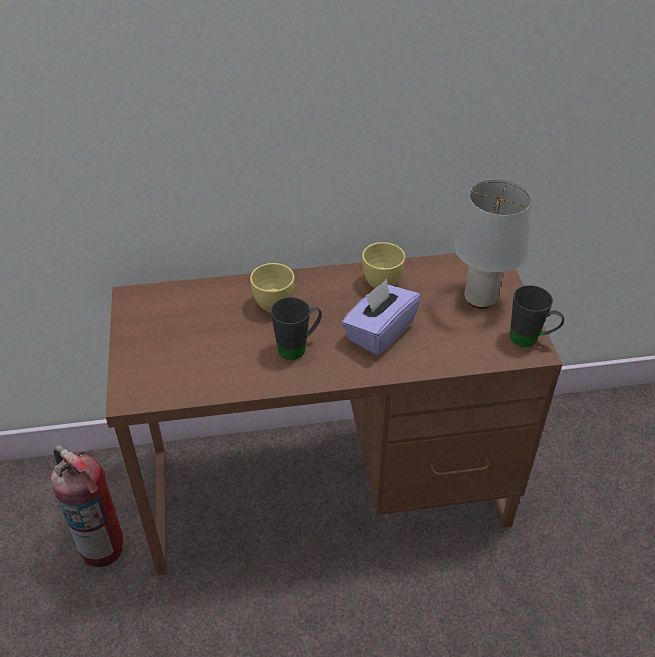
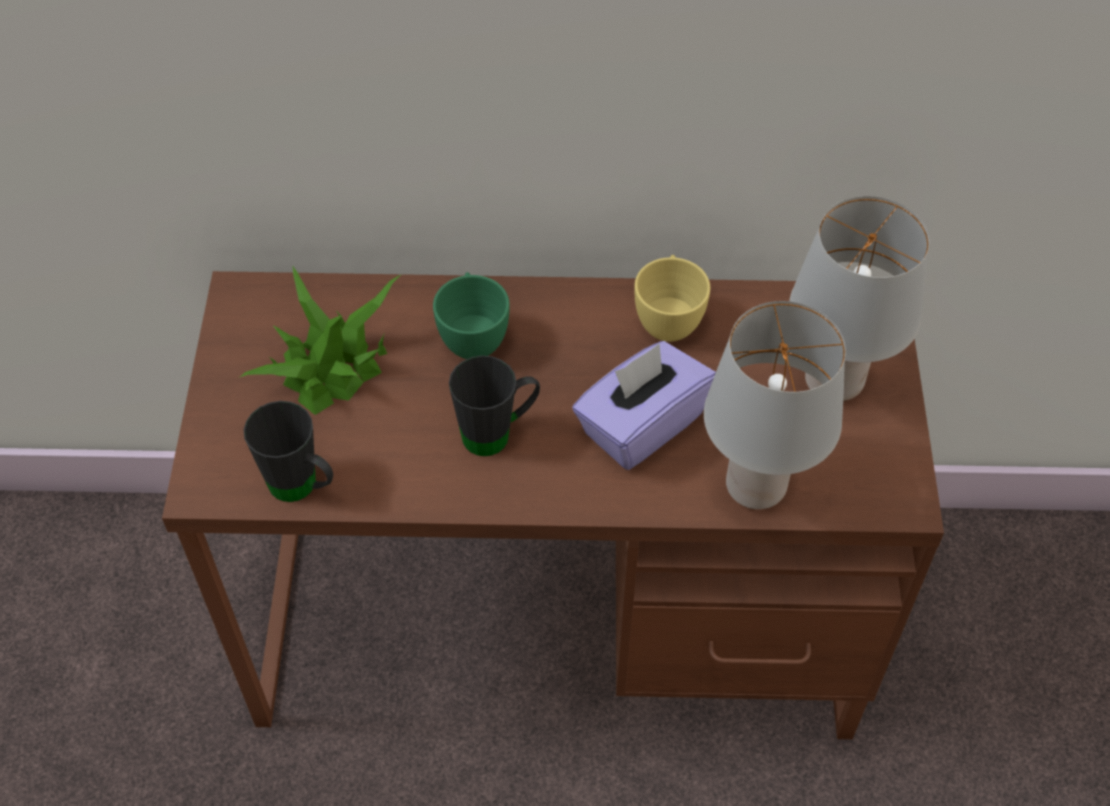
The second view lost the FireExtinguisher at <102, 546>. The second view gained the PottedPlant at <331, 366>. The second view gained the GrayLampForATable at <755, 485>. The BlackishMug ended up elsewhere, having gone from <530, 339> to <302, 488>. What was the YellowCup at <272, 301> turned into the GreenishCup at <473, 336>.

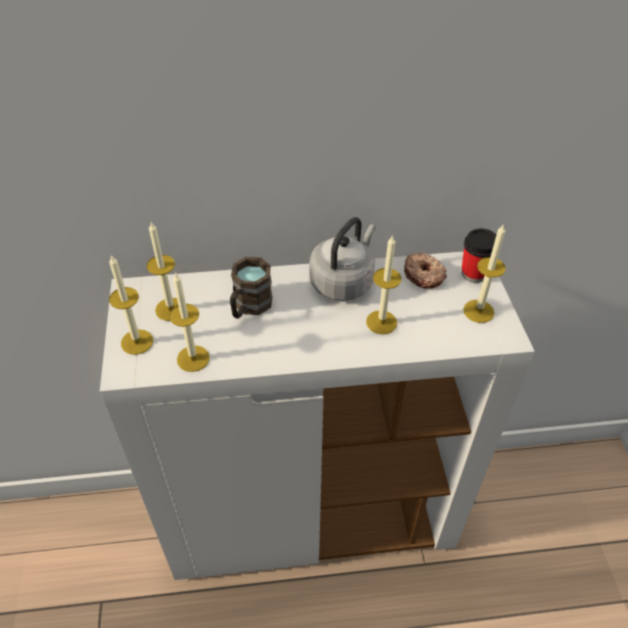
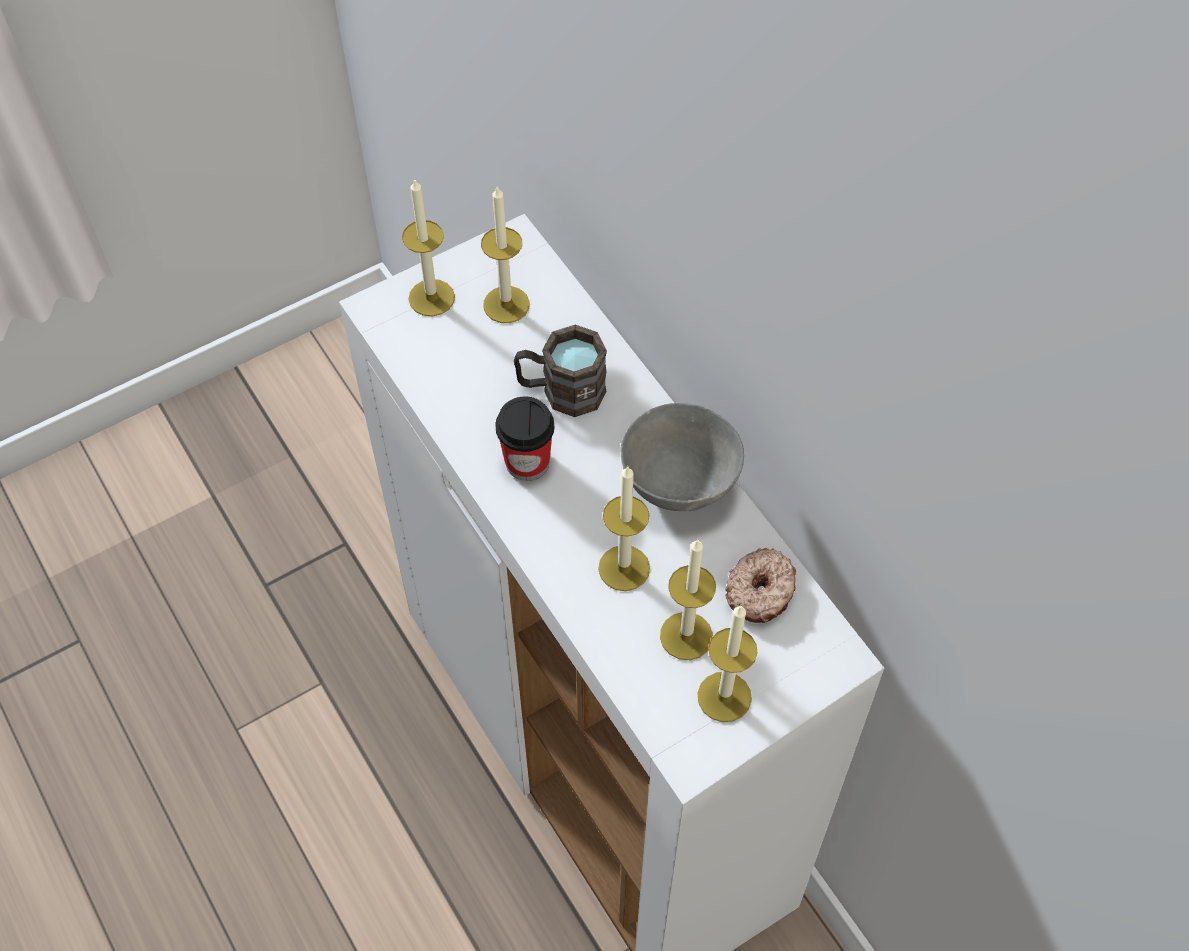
The WaxCandle ended up elsewhere, having gone from <193, 358> to <686, 636>. The Cup ended up elsewhere, having gone from <474, 273> to <527, 462>. Where the GrayWaterKettle stood at <343, 281>, the GrayDeepDish came to stand at <680, 486>.

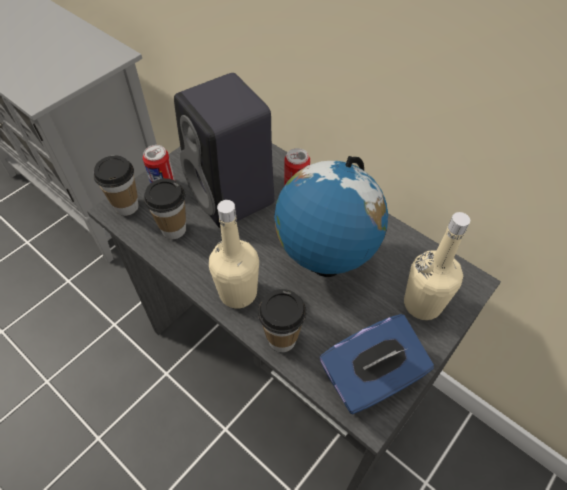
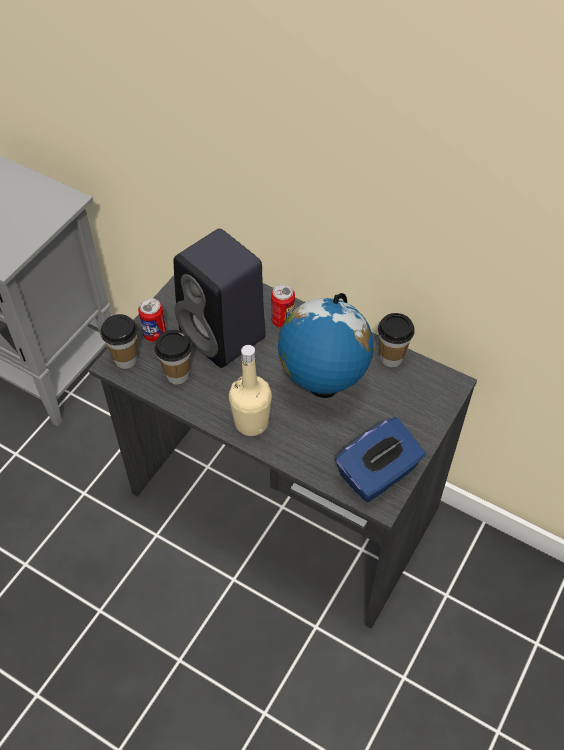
The second view lost the BeigeBottle at <422, 304>. The Cup ended up elsewhere, having gone from <282, 339> to <391, 358>.

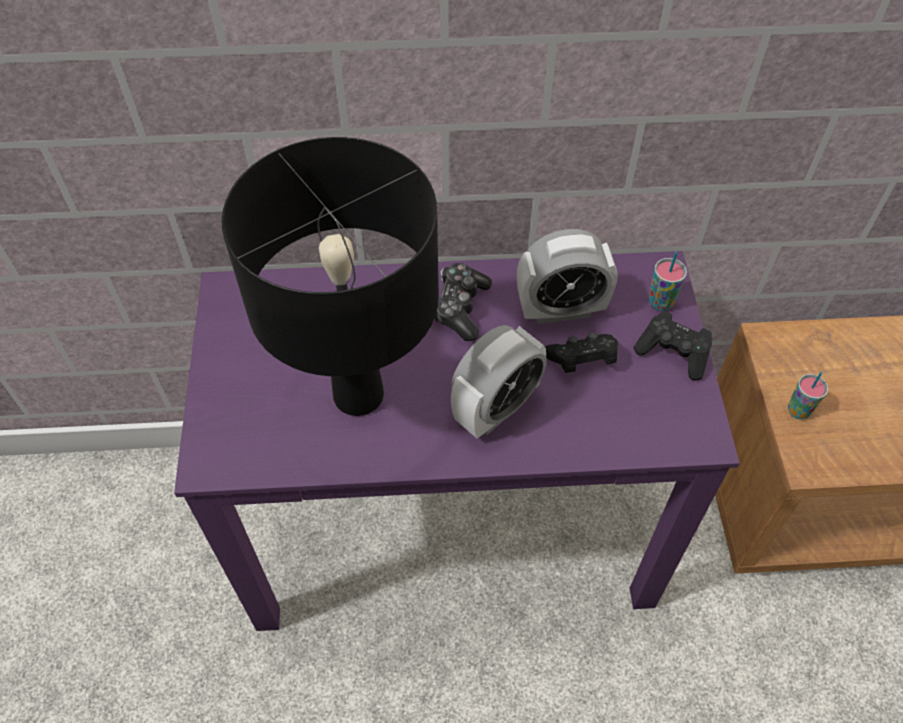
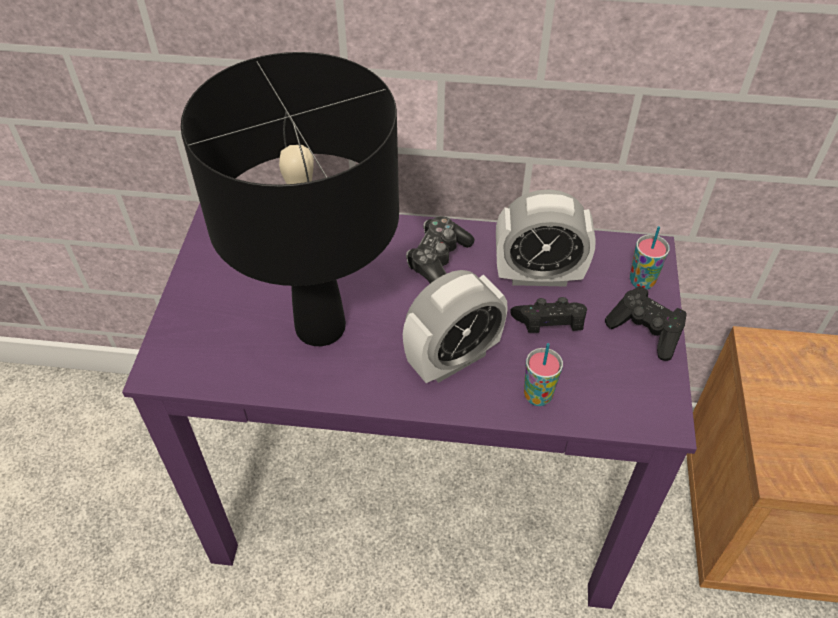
The Cup ended up elsewhere, having gone from <798, 411> to <537, 396>.

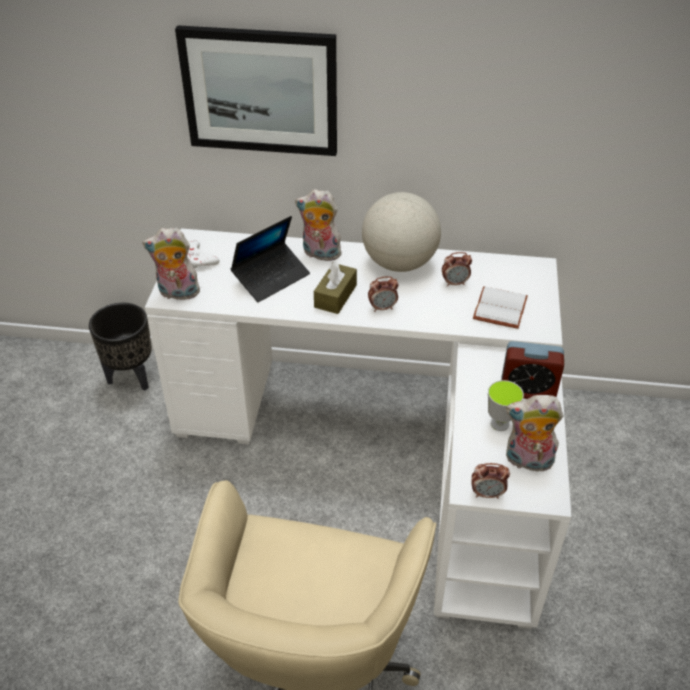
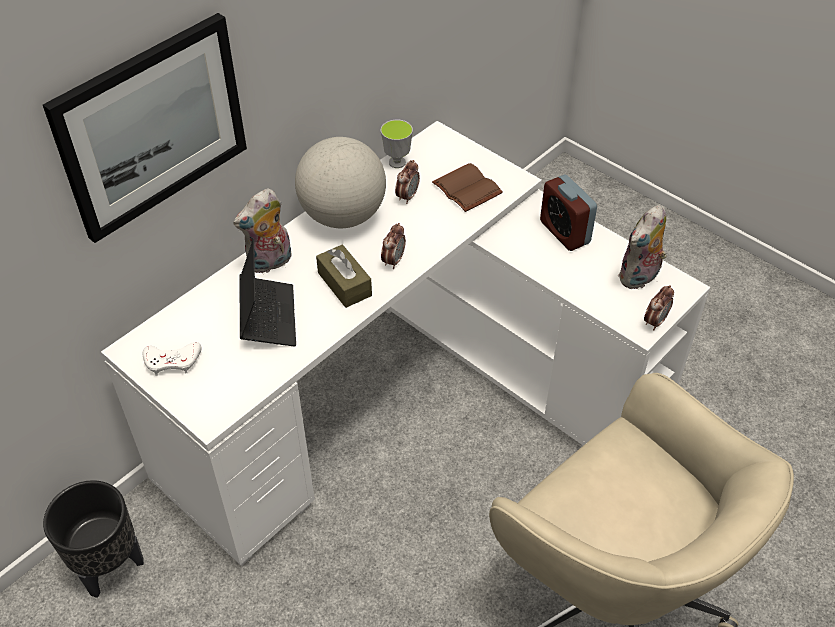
The second view lost the CuddlyToy at <177, 293>. The Cup ended up elsewhere, having gone from <499, 424> to <397, 162>. What was the WhiteVolume at <498, 307> turned into the BrownColouredVolume at <465, 189>. The TableClock at <527, 390> ended up facing another way, 105 degrees clockwise from before.

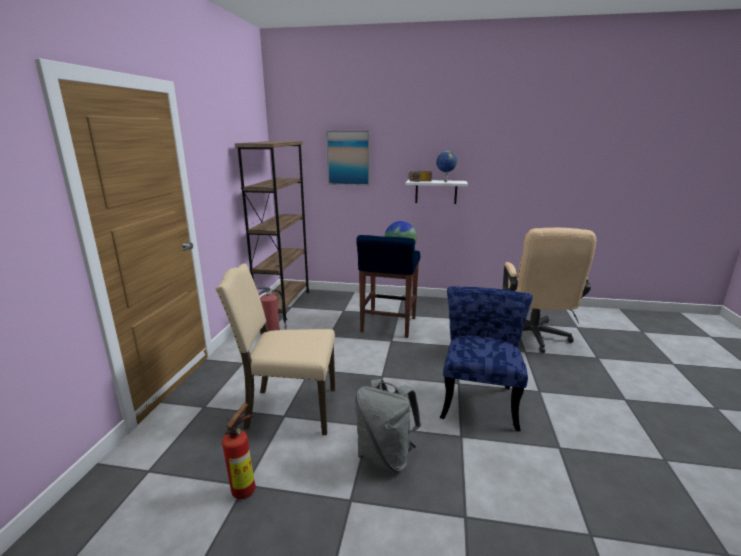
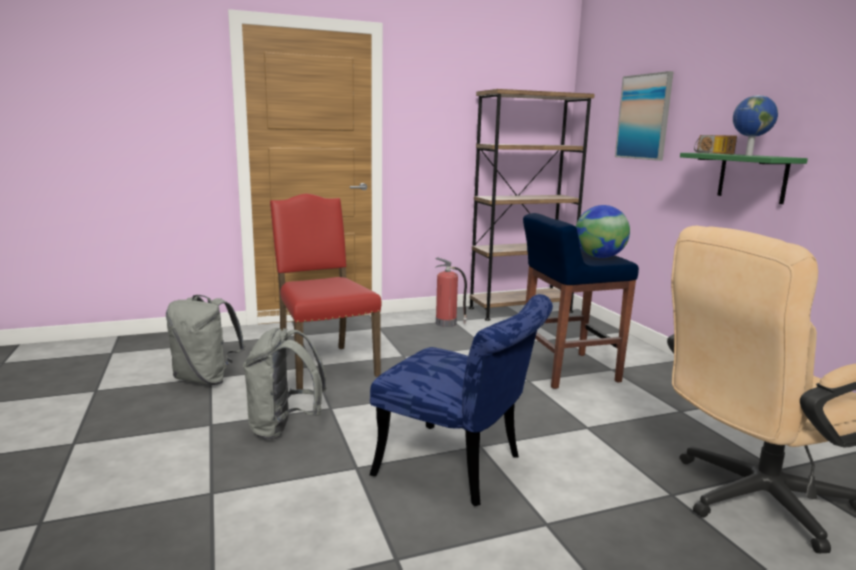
Where the FireExtinguisher stood at <246, 488>, the GrayBackpack came to stand at <206, 379>. What was the BeigeUprightChair at <289, 409> turned into the ReddishUprightChair at <324, 365>. What was the WhiteShelf at <436, 191> turned into the GreenishShelf at <752, 177>. The BluishUprightChair at <479, 398> ended up facing another way, 45 degrees clockwise from before.

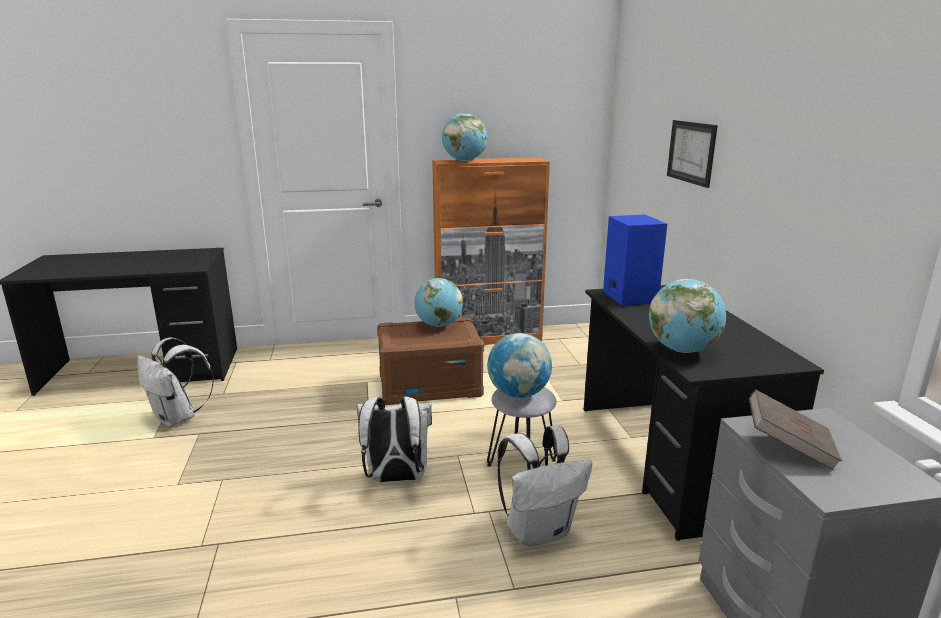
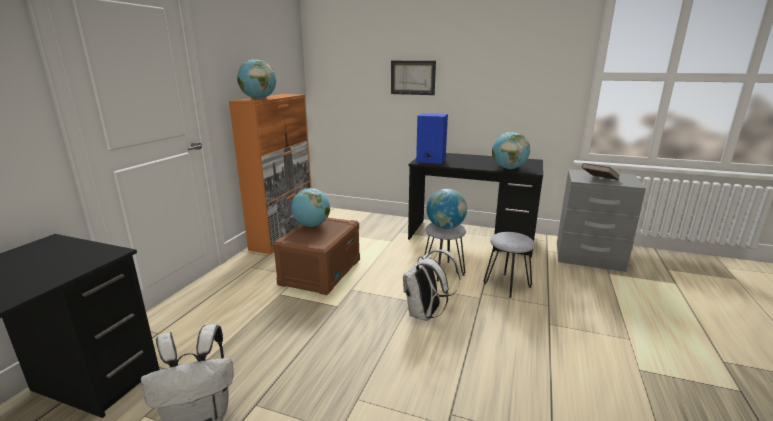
Where the WhiteBackpack stood at <539, 530>, the GrayStoolSeat came to stand at <507, 285>.

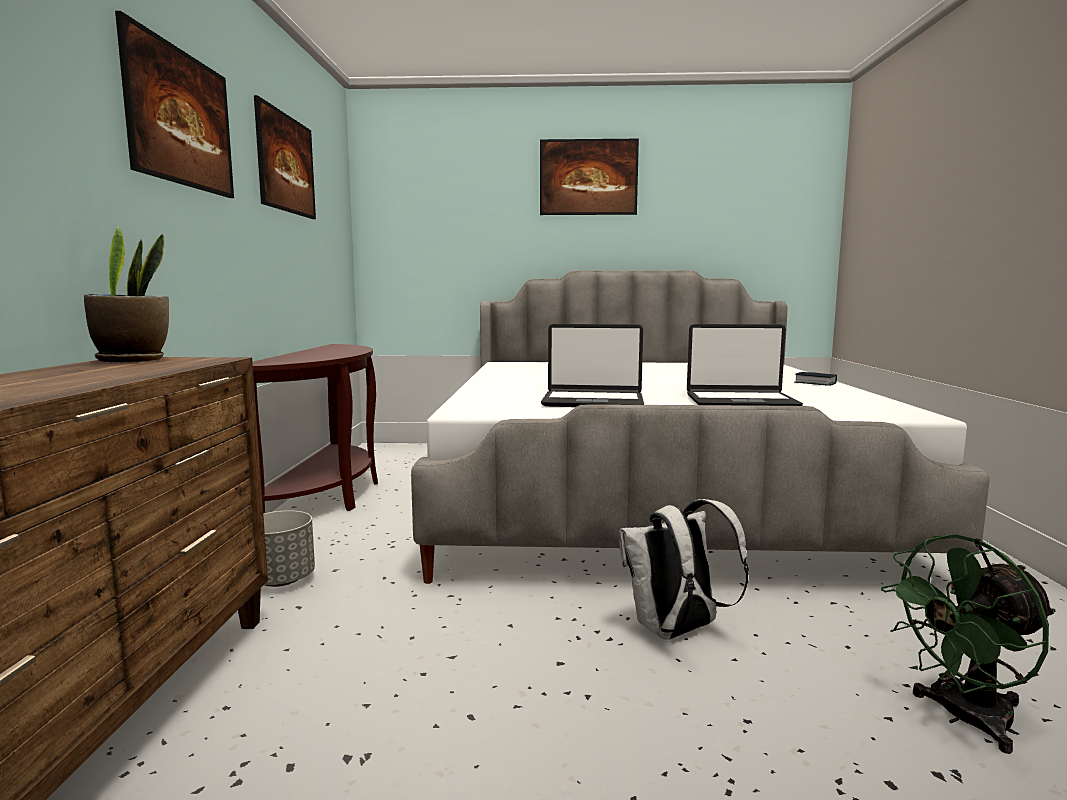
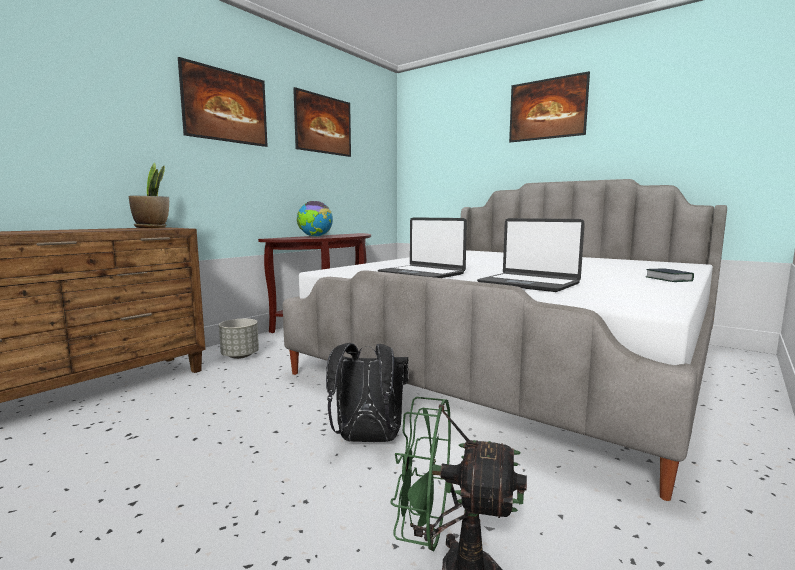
The second view gained the WorldGlobe at <315, 236>. What was the WhiteBackpack at <676, 631> turned into the BlackishBackpack at <367, 440>.

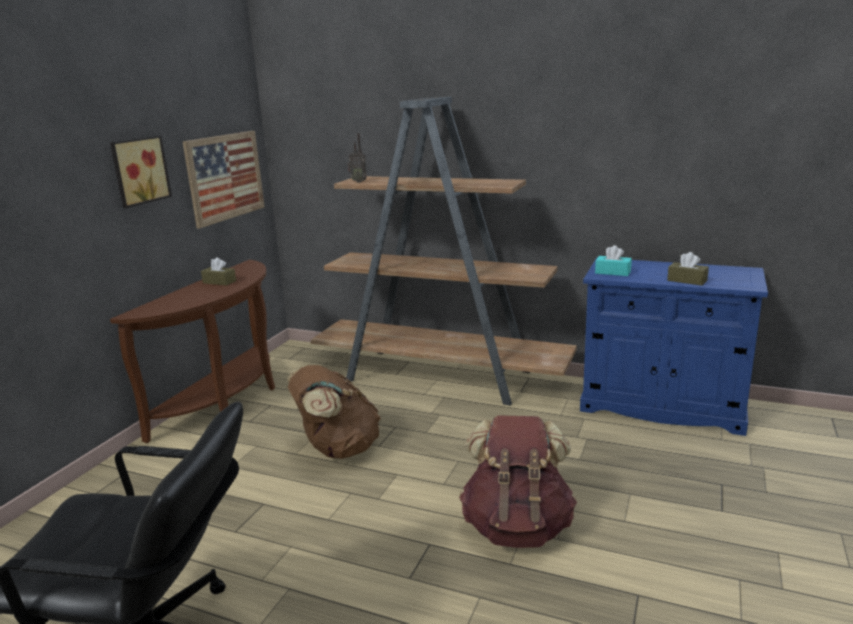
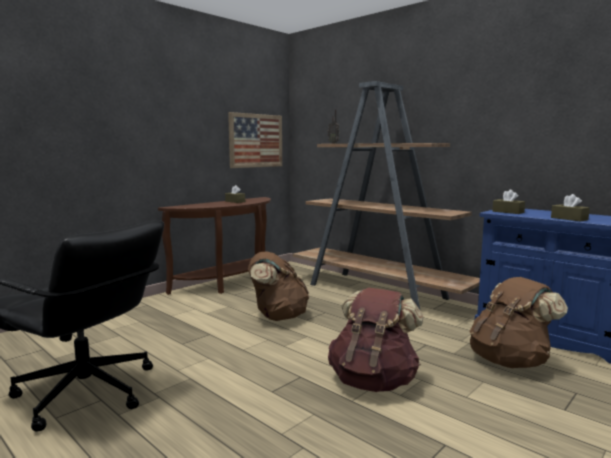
The second view lost the Picture at <139, 171>. The second view gained the BrownColouredBackpack at <510, 361>. What was the TurquoiseColouredBoxOfTissues at <612, 272> turned into the BrownColouredBoxOfTissues at <508, 212>.

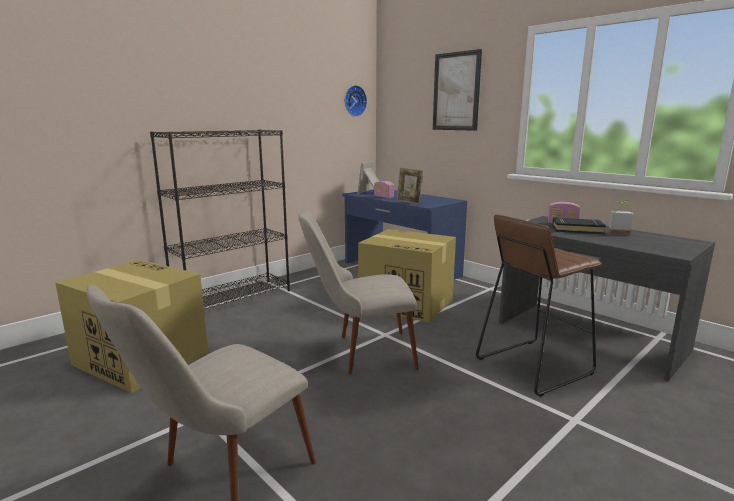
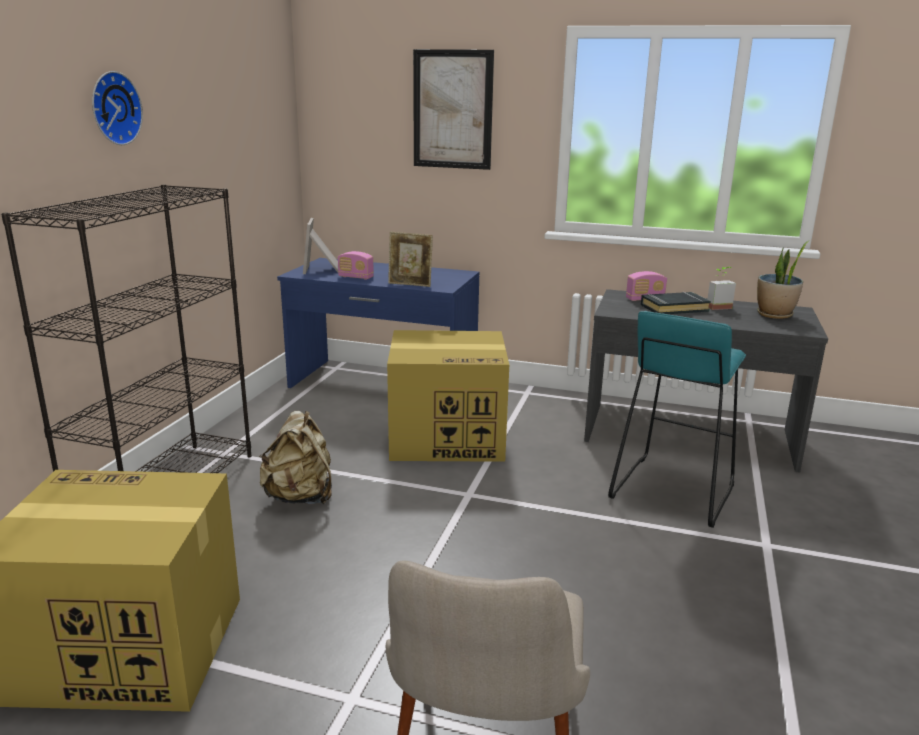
The second view lost the BeigeUprightChair at <360, 353>. The second view gained the BeigeBackpack at <300, 497>. The second view gained the PottedPlant at <774, 315>. The HangingClock ended up elsewhere, having gone from <354, 101> to <113, 108>. What was the BrownColouredStoolSeat at <532, 366> turned into the TurquoiseColouredStoolSeat at <671, 491>.

